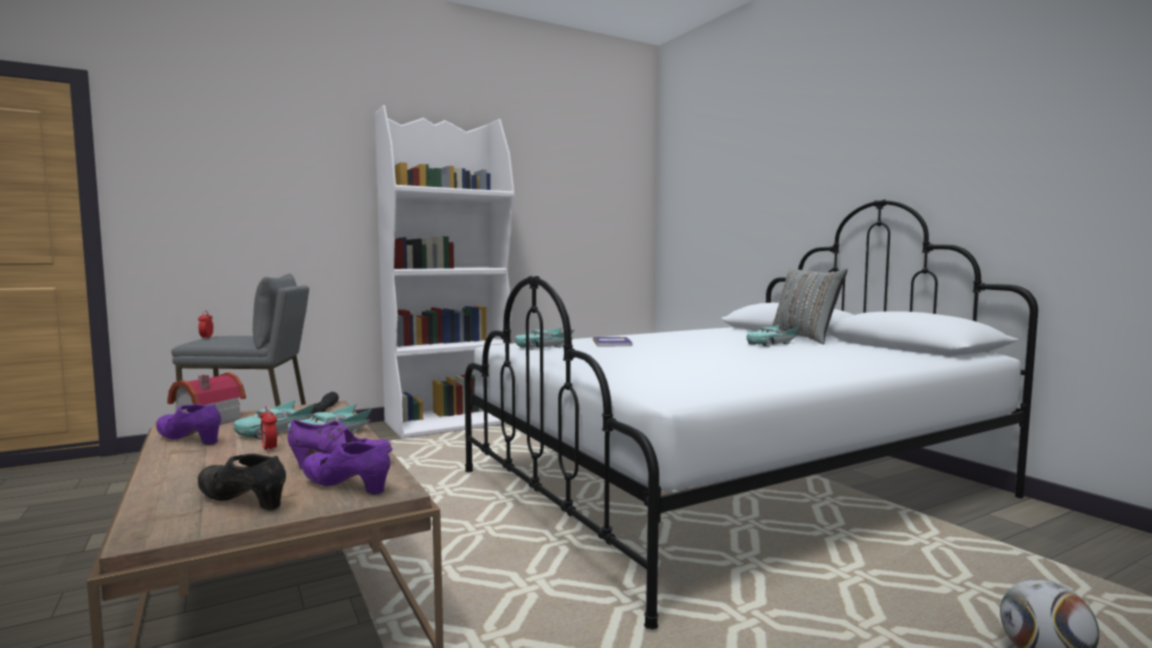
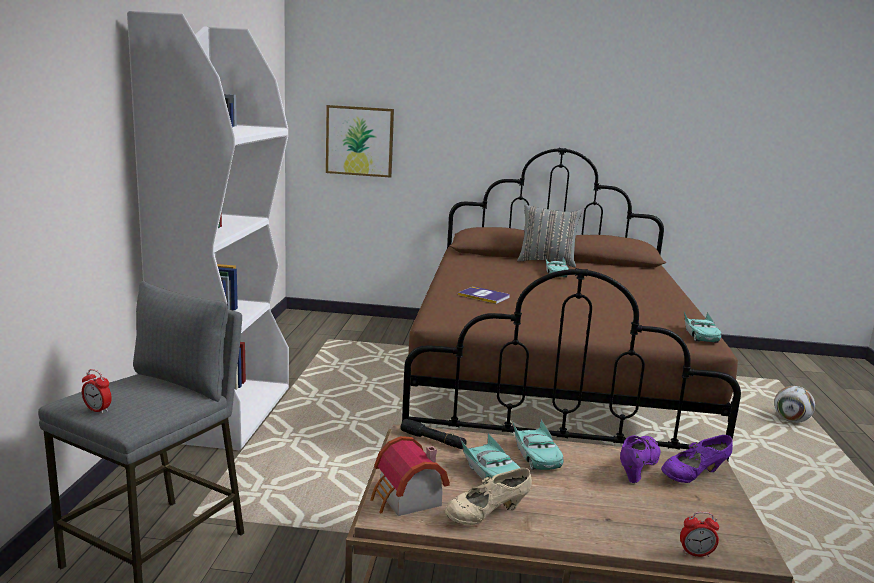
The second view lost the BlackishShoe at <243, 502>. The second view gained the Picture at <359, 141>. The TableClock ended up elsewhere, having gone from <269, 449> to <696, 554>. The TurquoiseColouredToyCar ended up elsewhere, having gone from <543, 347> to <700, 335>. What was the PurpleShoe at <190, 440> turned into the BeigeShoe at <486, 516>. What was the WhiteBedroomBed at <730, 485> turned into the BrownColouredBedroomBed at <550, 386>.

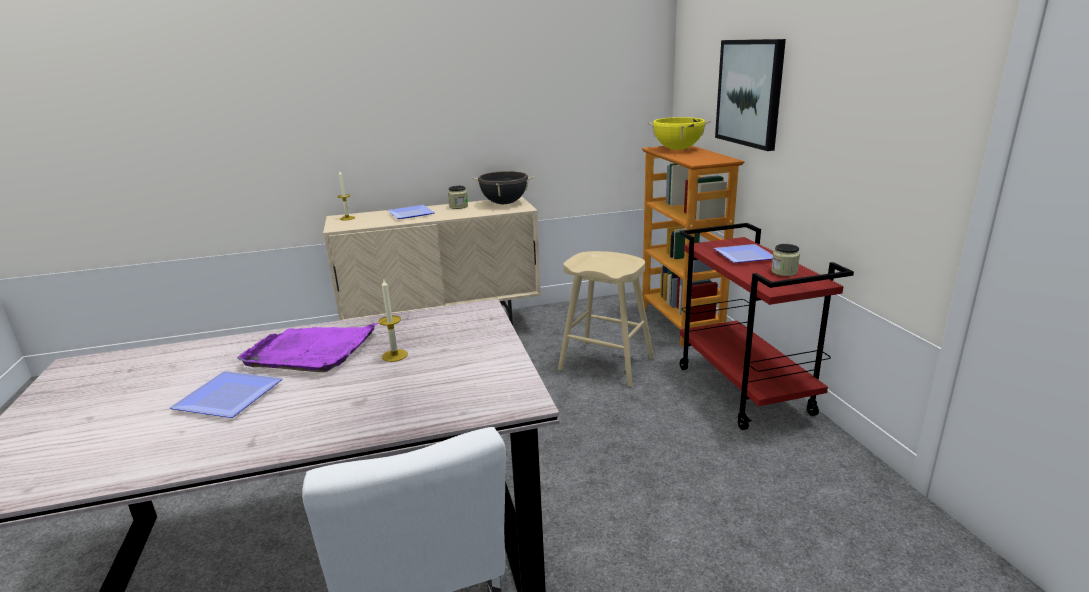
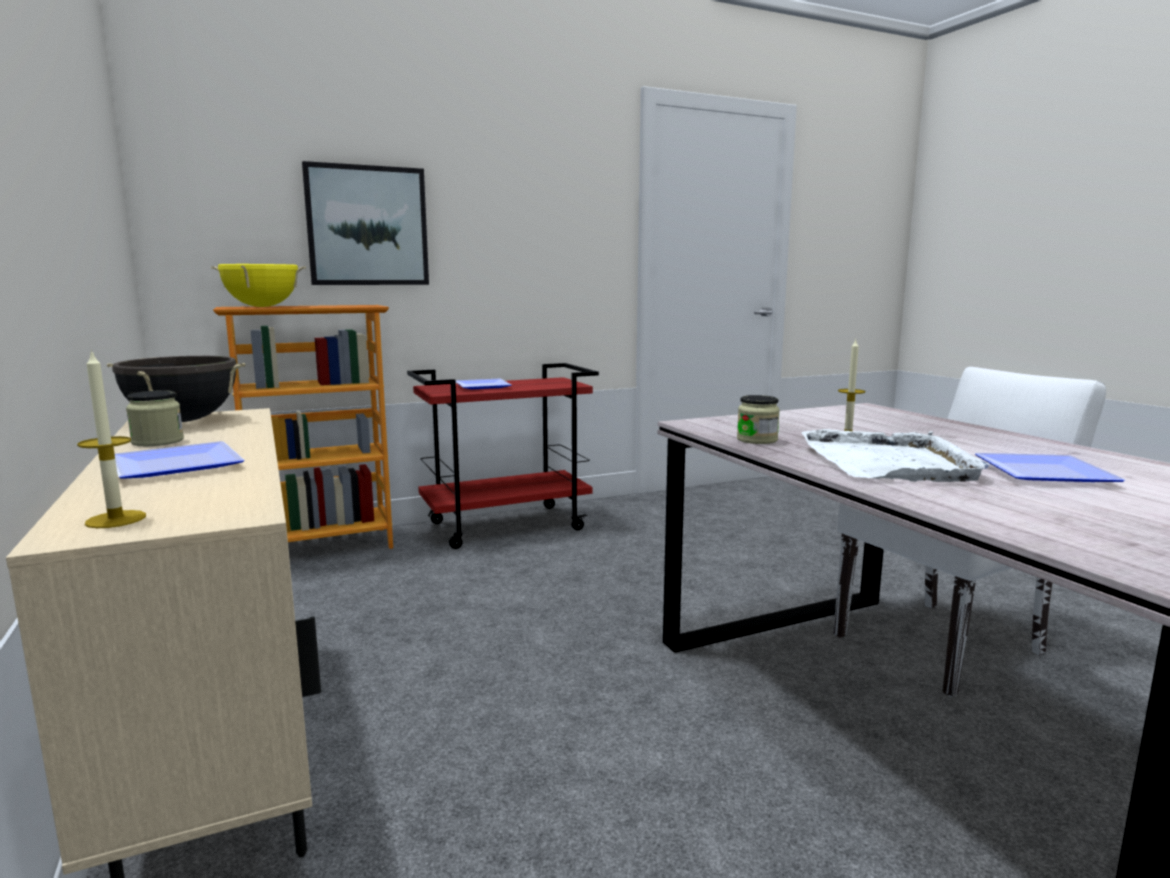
The second view lost the BeigeStoolSeat at <606, 364>. The Jar ended up elsewhere, having gone from <784, 272> to <757, 440>. What was the PurpleServingTray at <311, 351> turned into the WhiteServingTray at <889, 462>.

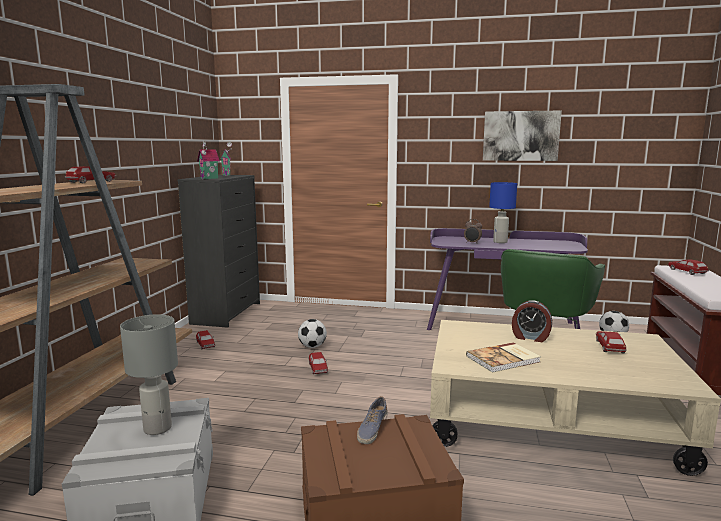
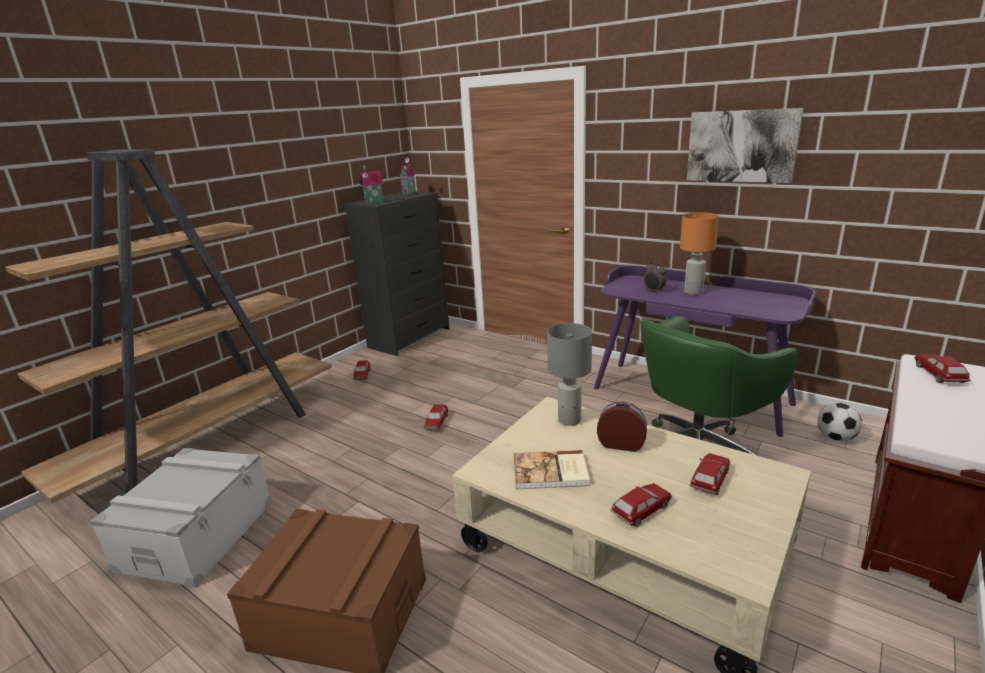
The second view lost the Football at <312, 346>. The second view lost the Shoe at <372, 429>. The ToyCar ended up elsewhere, having gone from <92, 182> to <641, 510>. The GrayLampForATable ended up elsewhere, having gone from <158, 428> to <570, 420>. What was the BluishLampForATable at <500, 242> turned into the OrangeColouredLampForATable at <693, 292>. The TableClock at <530, 337> ended up facing another way, 150 degrees clockwise from before.

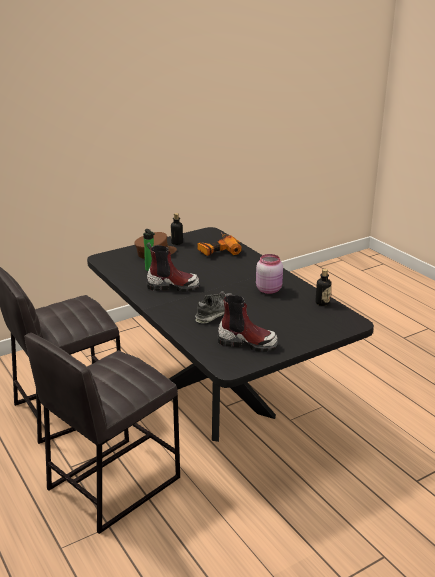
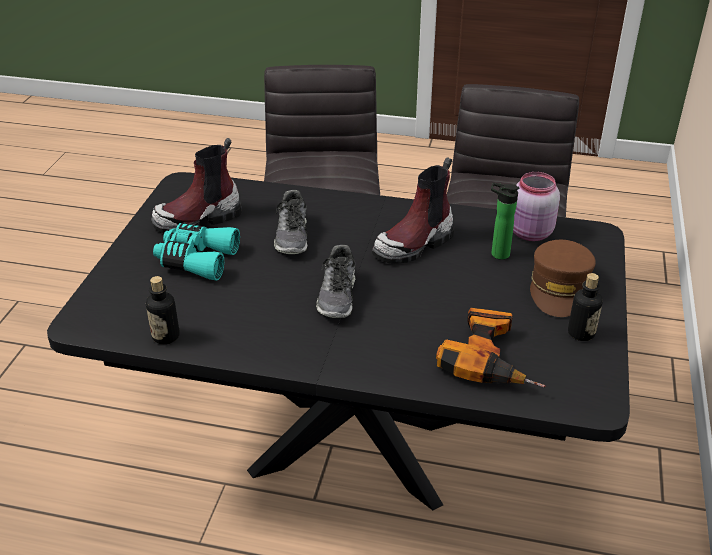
The second view gained the TurquoiseColouredBinoculars at <196, 259>. The second view gained the Shoe at <338, 296>. The PinkJar ended up elsewhere, having gone from <269, 289> to <530, 233>.

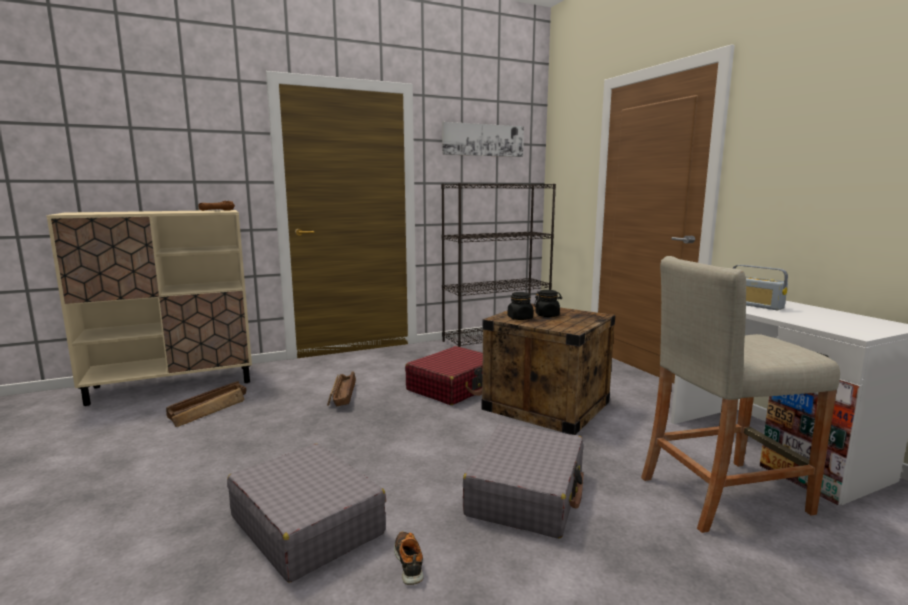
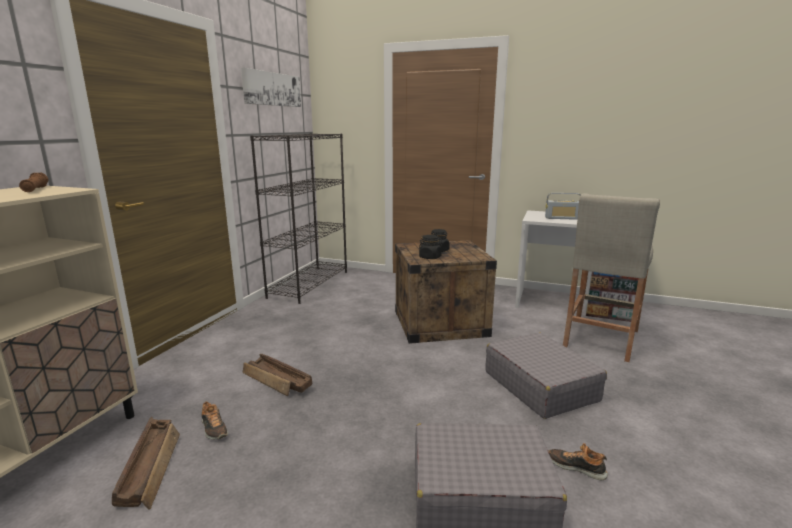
The second view lost the ReddishSuitcase at <454, 387>. The second view gained the Shoe at <214, 429>.

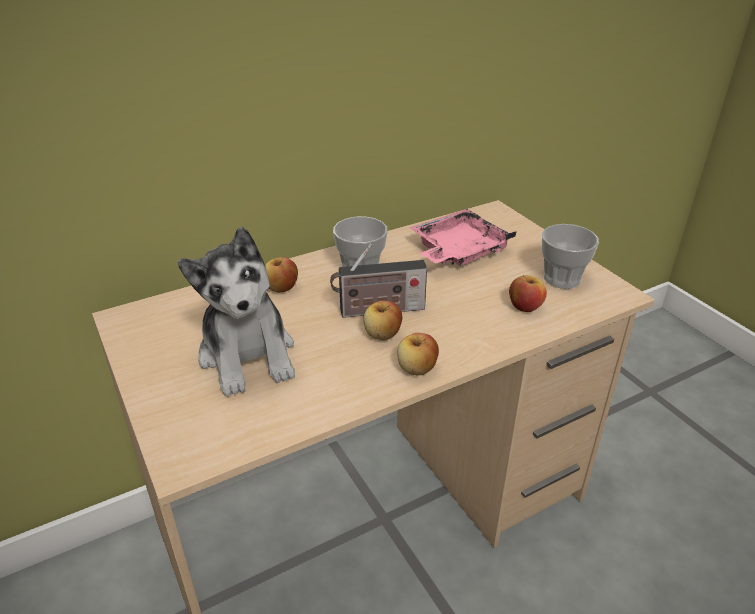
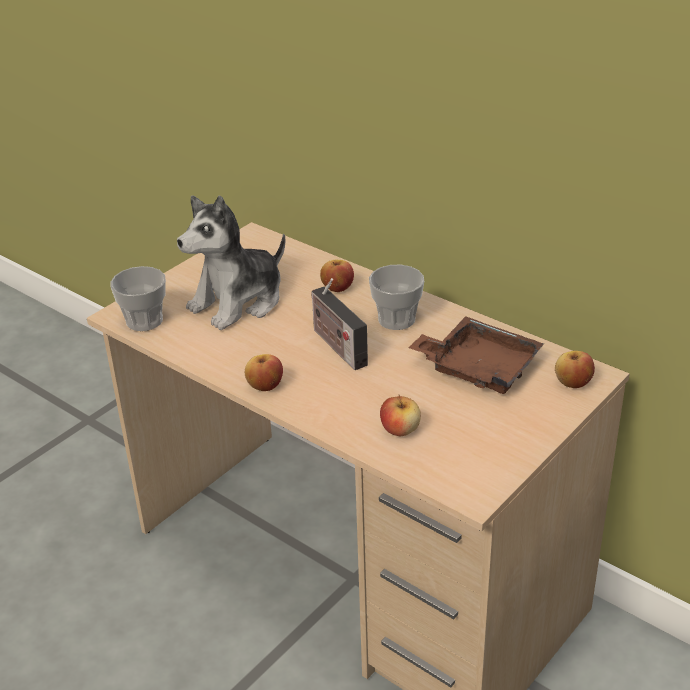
The AppleFruit ended up elsewhere, having gone from <382, 335> to <572, 383>. The Cup ended up elsewhere, having gone from <562, 278> to <144, 321>. What was the PinkServingTray at <458, 251> turned into the BrownColouredServingTray at <478, 367>.

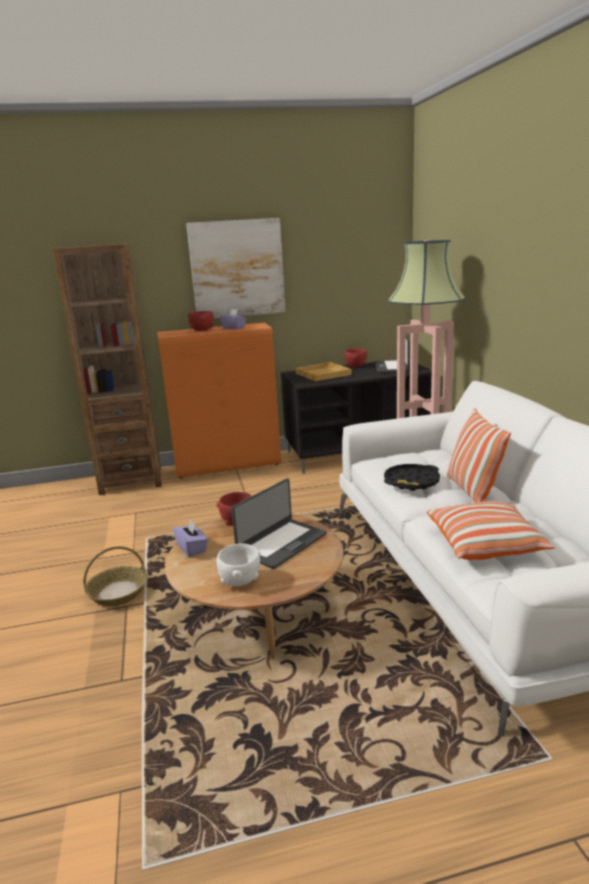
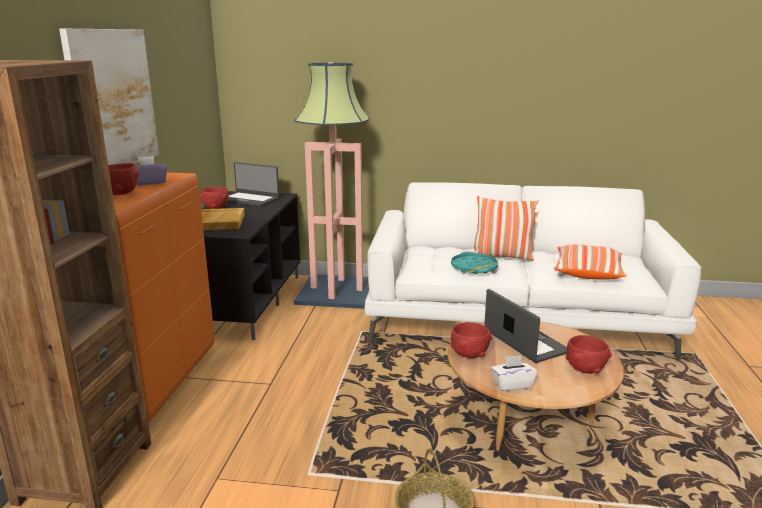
What was the PurpleBoxOfTissues at <192, 548> turned into the WhiteBoxOfTissues at <512, 384>. What was the WhiteDeepDish at <240, 581> turned into the ReddishDeepDish at <585, 369>. What was the BlackishServingTray at <411, 482> turned into the TurquoiseColouredServingTray at <474, 267>.

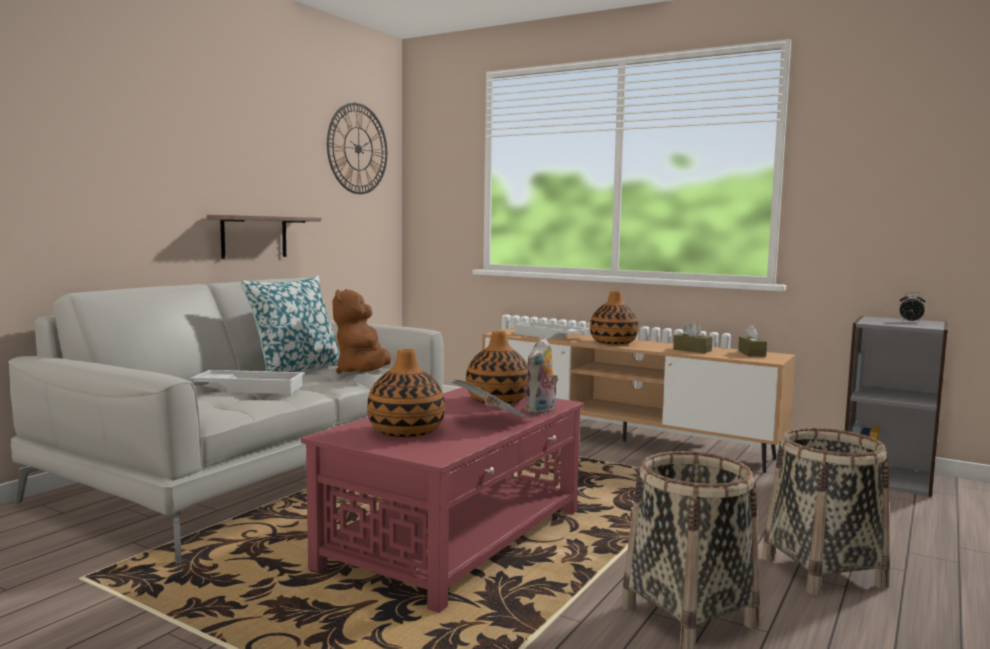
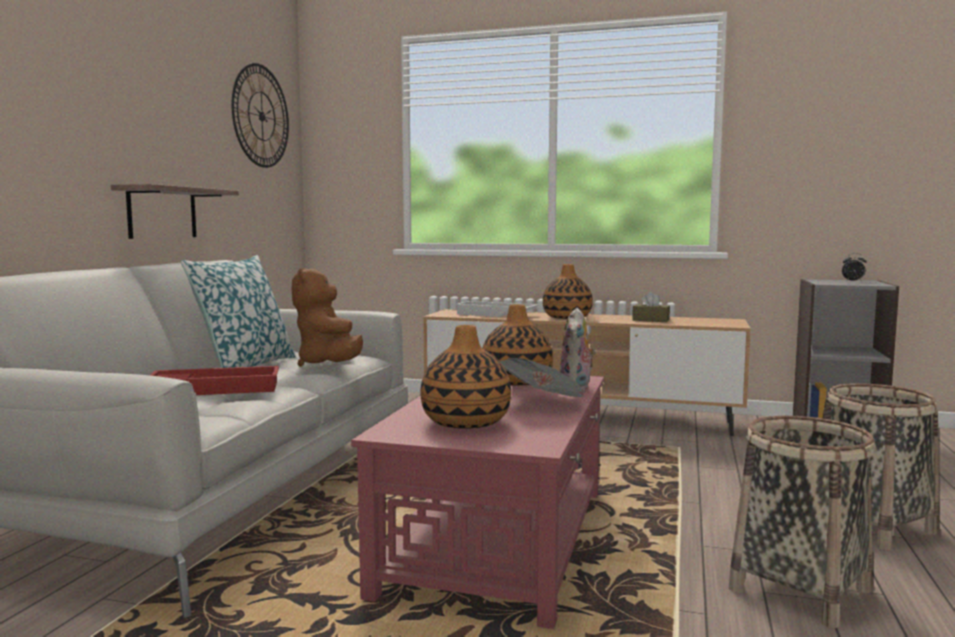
The second view lost the BrownColouredBoxOfTissues at <751, 353>. What was the WhiteServingTray at <251, 388> turned into the ReddishServingTray at <217, 388>.

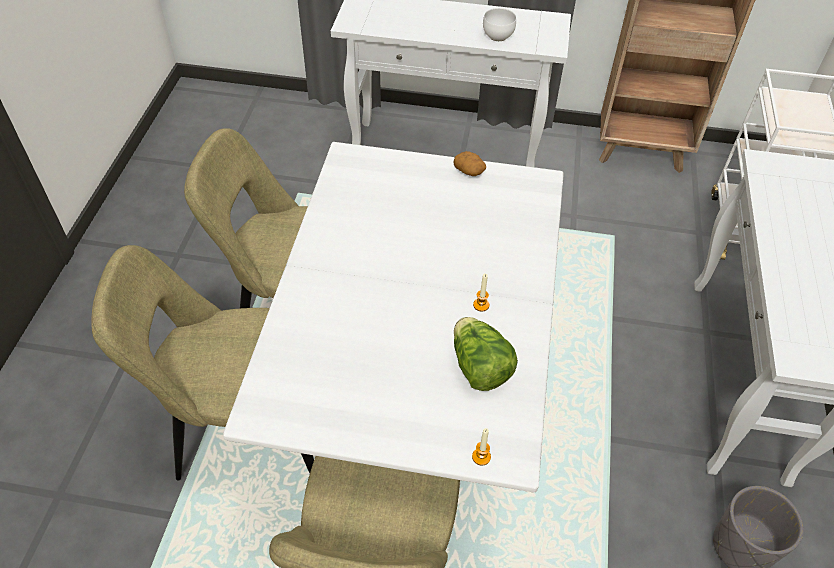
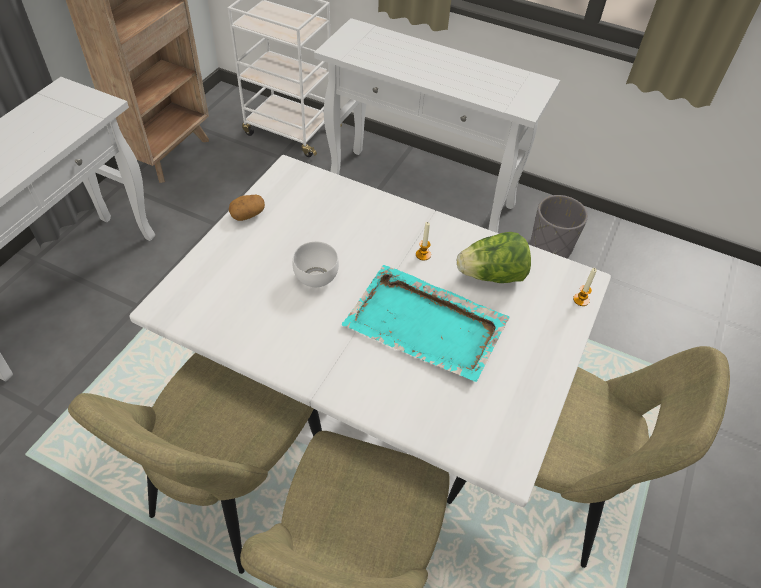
The second view gained the TurquoiseColouredServingTray at <427, 326>. The WhiteDeepDish ended up elsewhere, having gone from <499, 36> to <316, 276>.

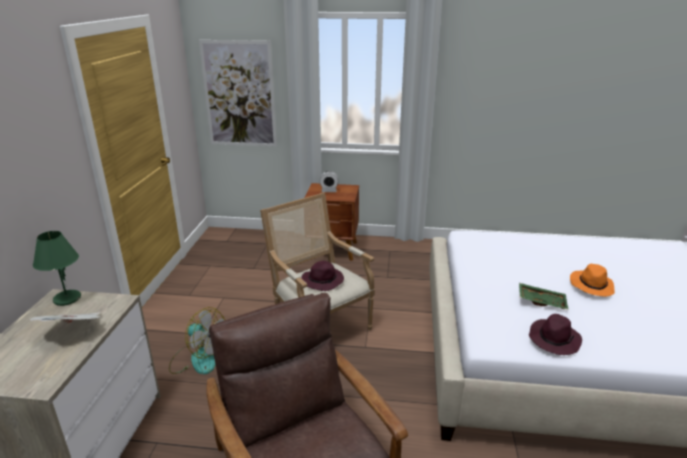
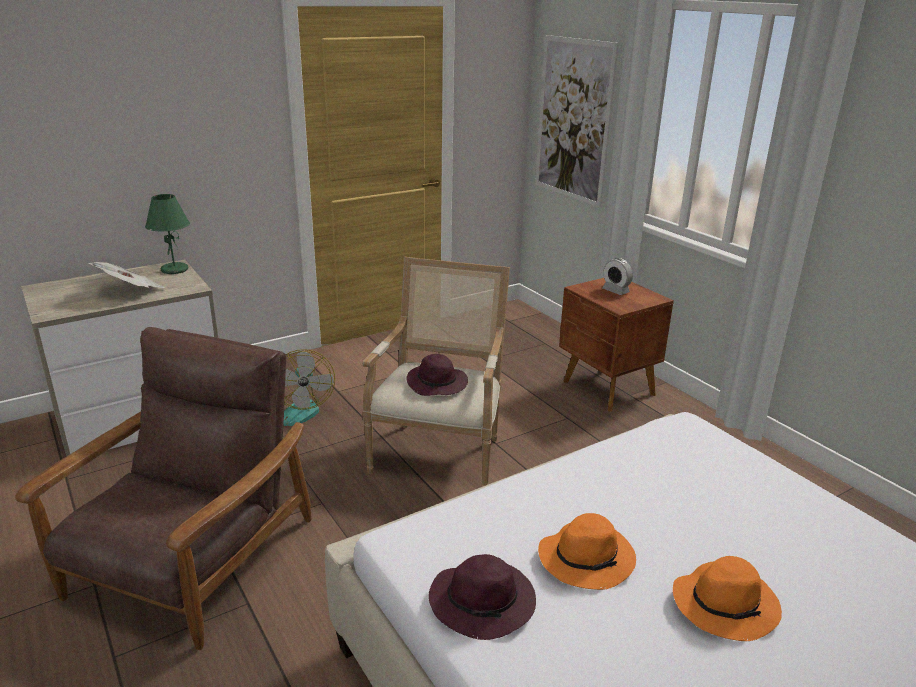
Where the GreenishServingTray stood at <541, 301>, the OrangeColouredWearableHat came to stand at <587, 558>.

